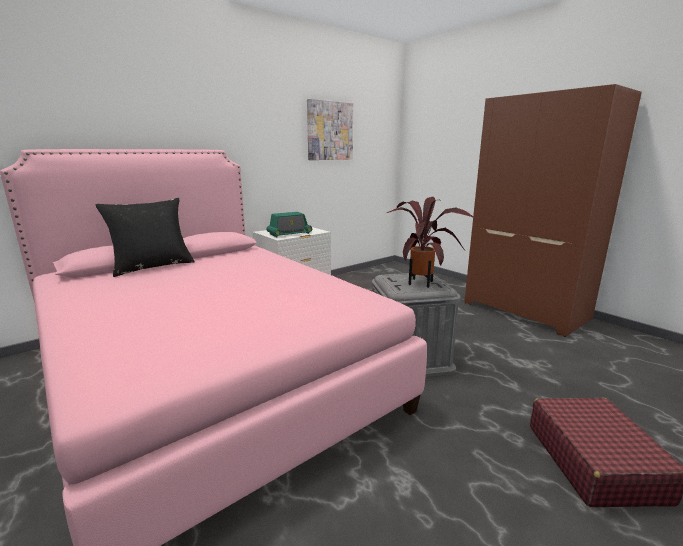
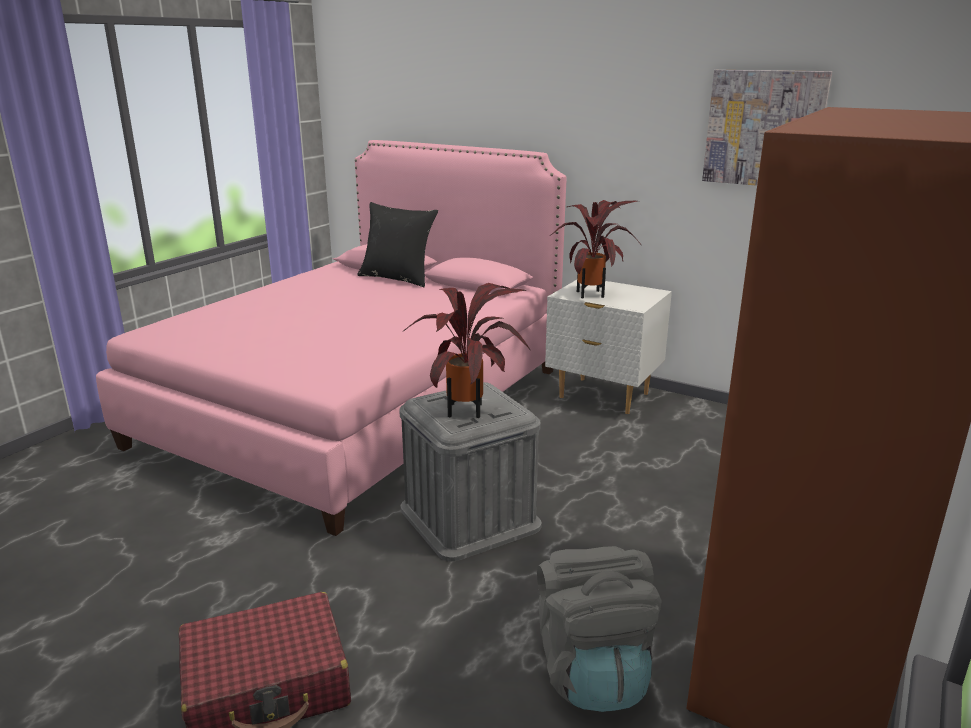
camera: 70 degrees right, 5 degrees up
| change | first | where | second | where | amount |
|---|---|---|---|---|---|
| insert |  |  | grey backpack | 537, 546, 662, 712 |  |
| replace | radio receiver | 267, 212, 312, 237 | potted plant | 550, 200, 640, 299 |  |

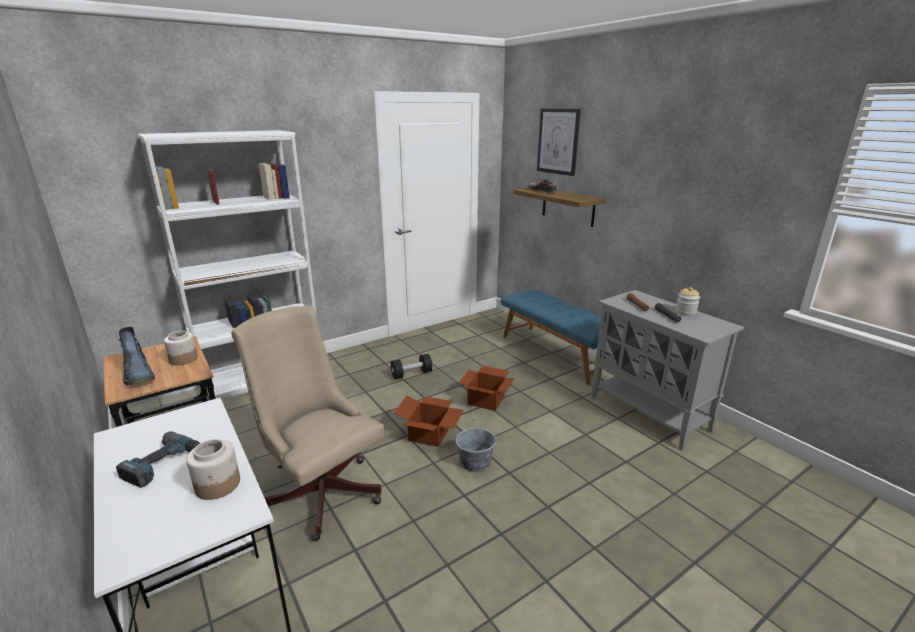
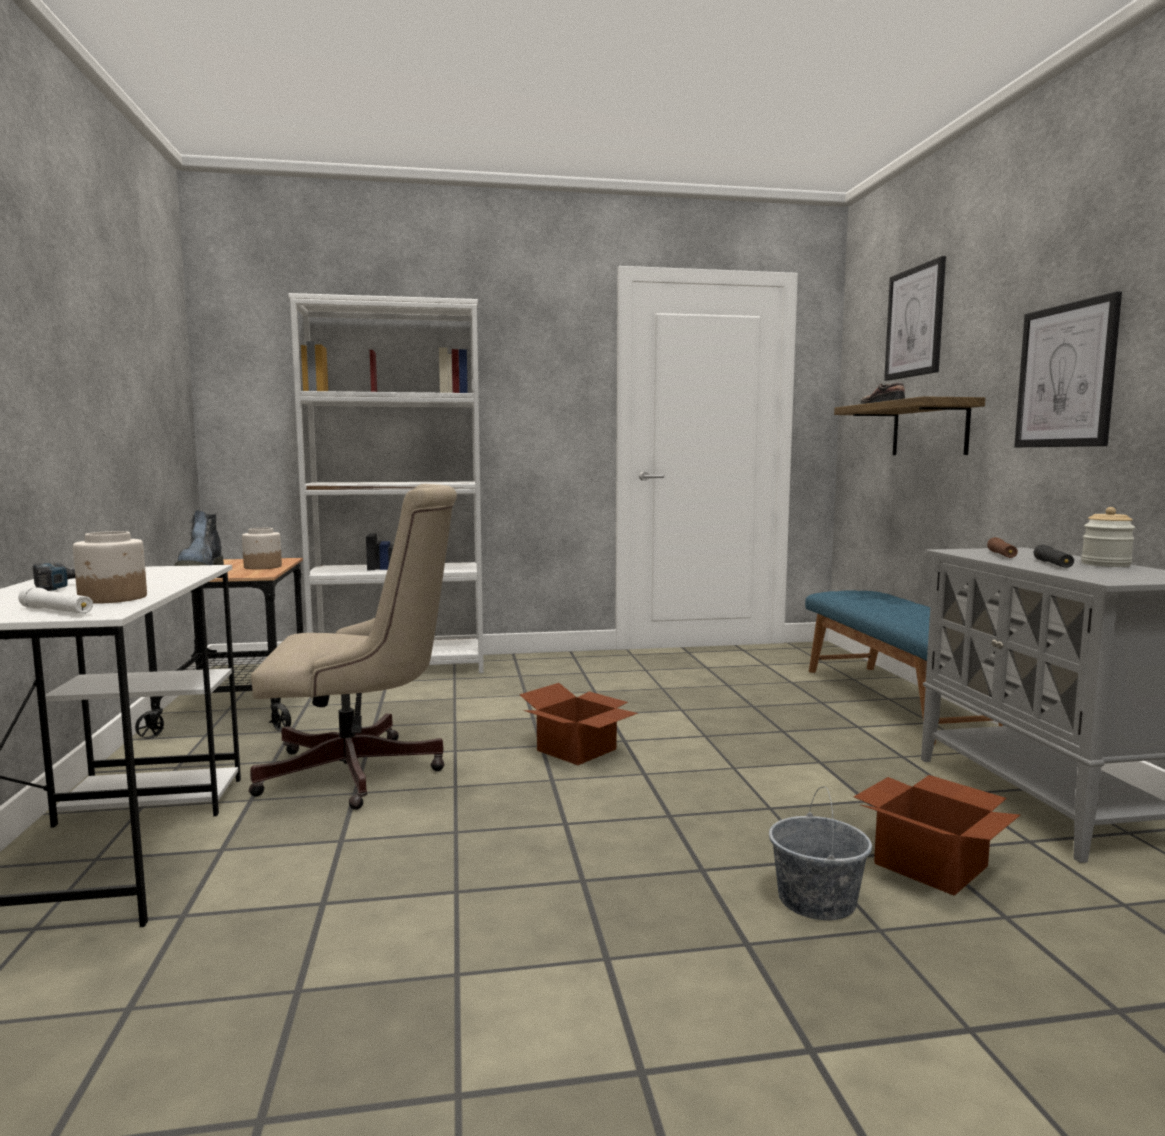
camera: 25 degrees right, 15 degrees down
| change | first | where | second | where | amount |
|---|---|---|---|---|---|
| delete | black-coloured free weight | 391, 354, 433, 379 |  |  |  |
| insert |  |  | white-coloured hand torch | 18, 587, 93, 614 |  |
| insert |  |  | picture | 1014, 291, 1122, 447 |  |
| move | grey water bucket | 456, 420, 496, 472 |  | 769, 786, 872, 920 |  |
| move | carton | 459, 366, 514, 411 |  | 854, 775, 1020, 896 |  |
| rotate | beige-coloured desk chair | 231, 305, 384, 541 |  | 249, 484, 457, 810 | 105 degrees clockwise |

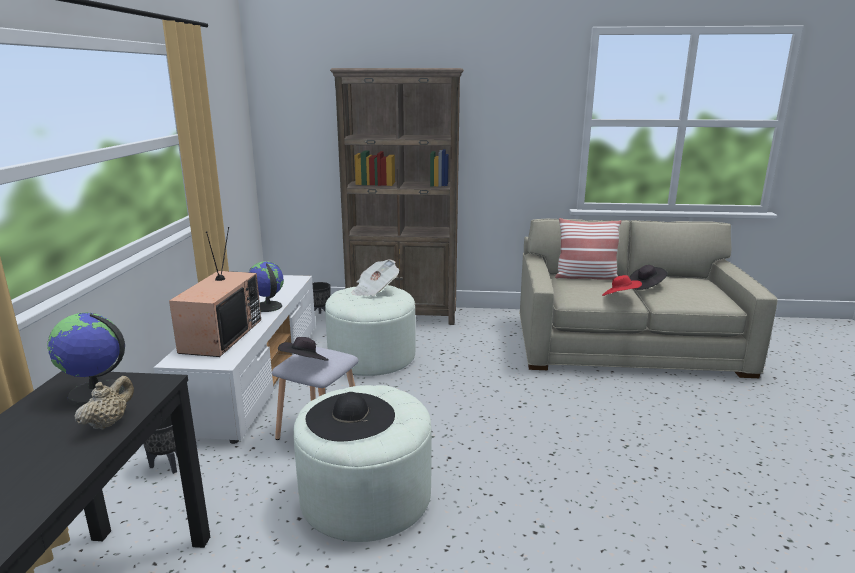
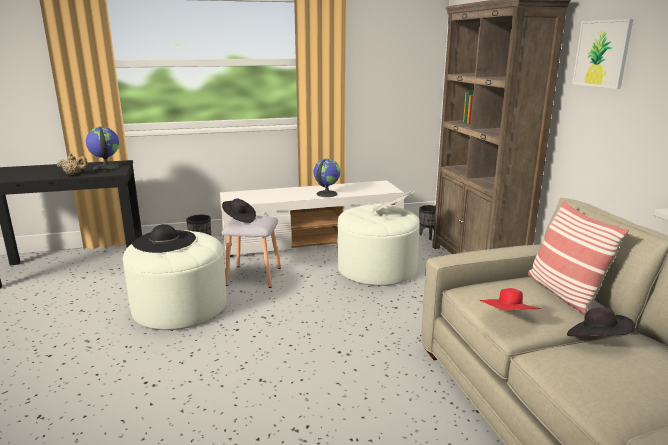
camera: 70 degrees right, 0 degrees up
| change | first | where | second | where | amount |
|---|---|---|---|---|---|
| delete | television | 169, 227, 261, 357 |  |  |  |
| insert |  |  | picture | 572, 19, 633, 89 |  |

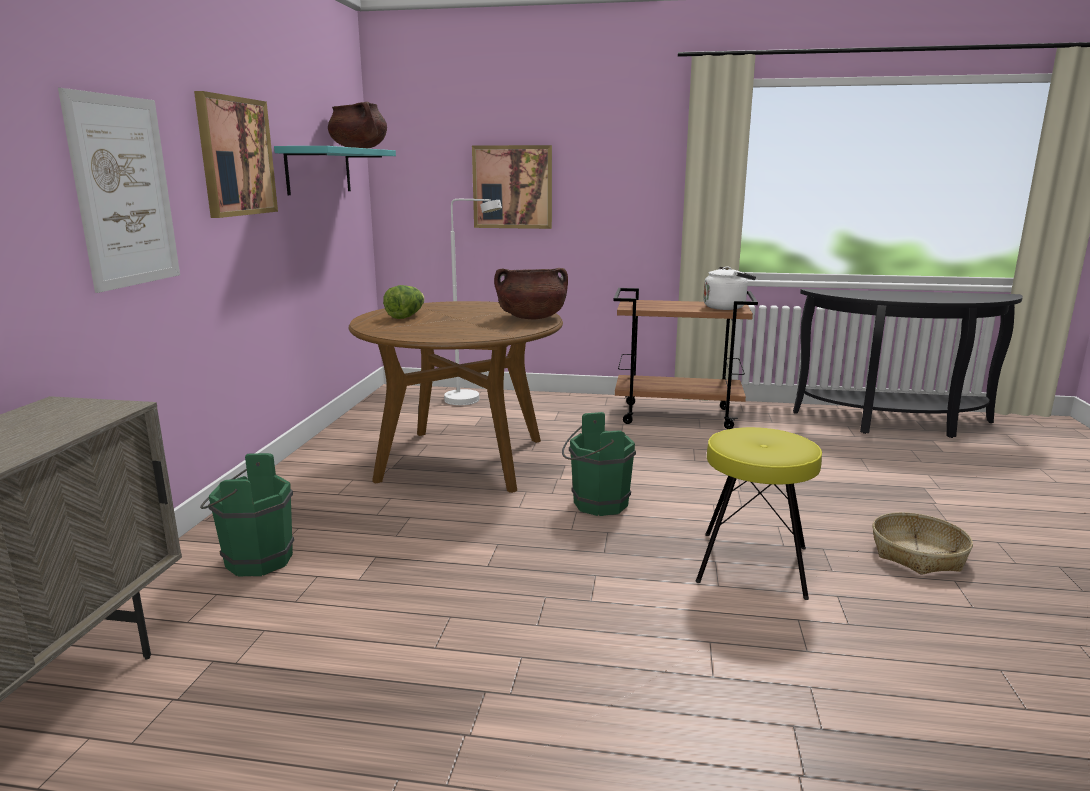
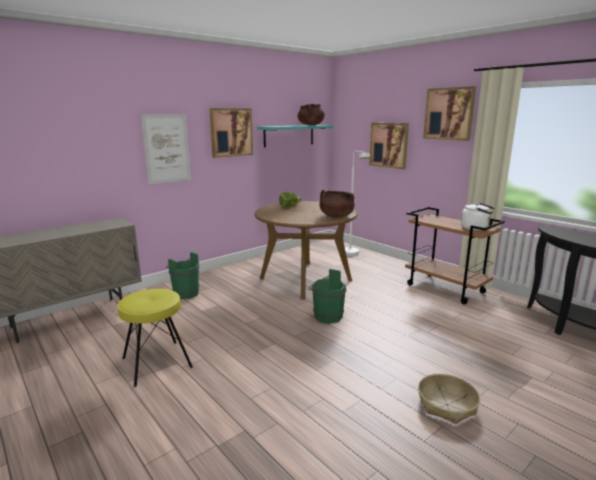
camera: 40 degrees right, 0 degrees up
| change | first | where | second | where | amount |
|---|---|---|---|---|---|
| insert |  |  | picture | 423, 86, 476, 141 |  |
| move | yellowish stool seat | 696, 427, 822, 600 |  | 117, 289, 193, 387 |  |

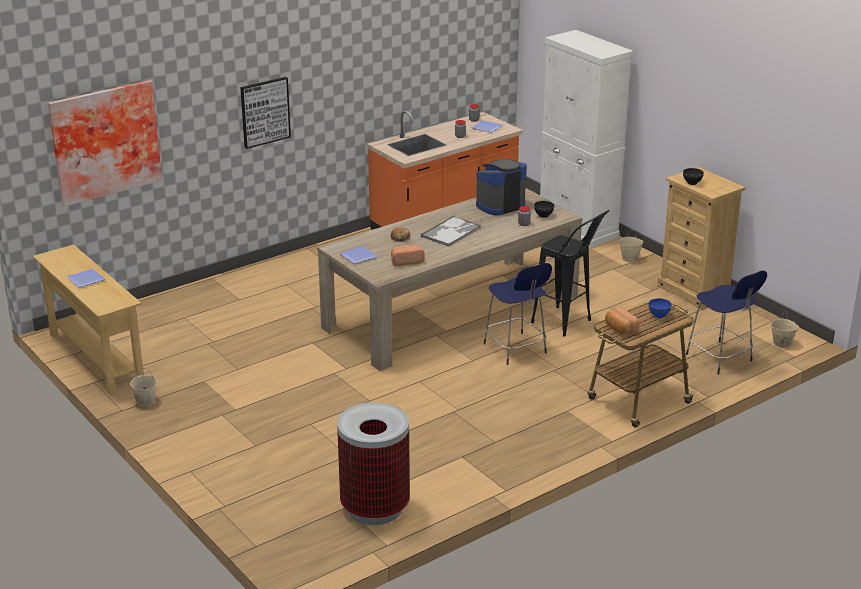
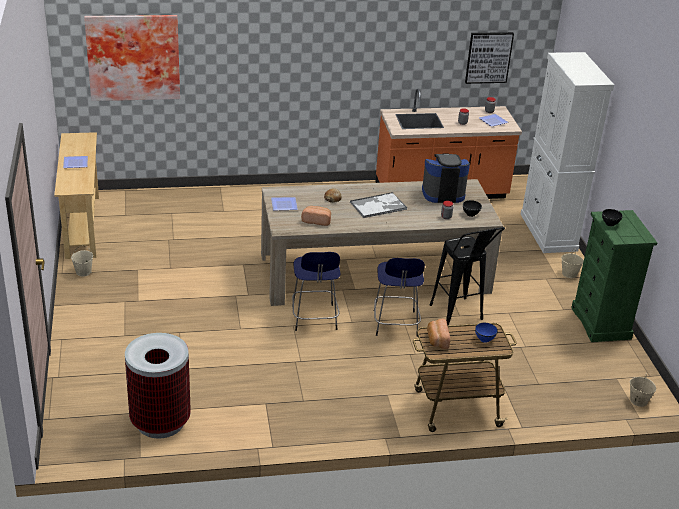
camera: 25 degrees right, 5 degrees up
| change | first | where | second | where | amount |
|---|---|---|---|---|---|
| move | picture | 240, 77, 291, 149 |  | 465, 32, 514, 84 |  |
| move | blue stool seat | 686, 270, 767, 375 |  | 292, 252, 340, 331 |  |
| recolor | beige-coloured dresser | 658, 167, 745, 309 | greenish dresser | 571, 210, 657, 342 |  |

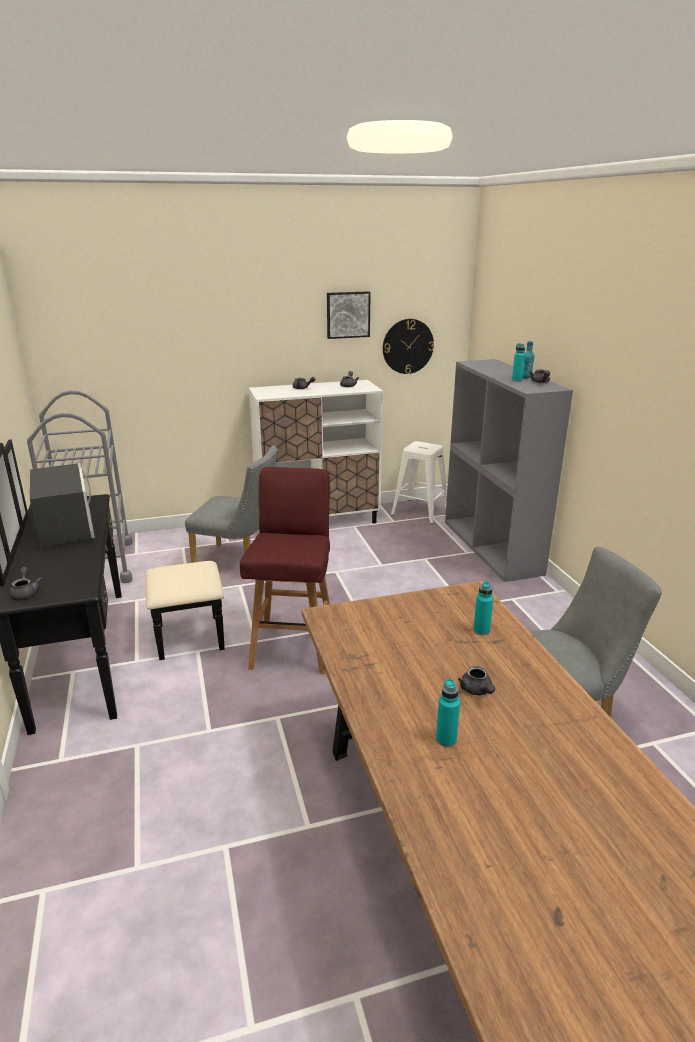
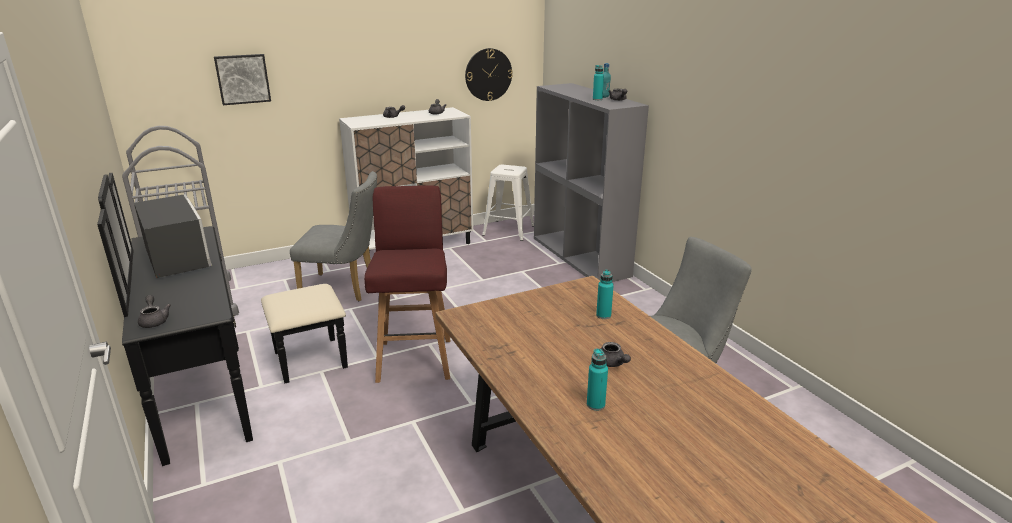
camera: 10 degrees left, 0 degrees up
| change | first | where | second | where | amount |
|---|---|---|---|---|---|
| move | picture | 327, 291, 371, 339 |  | 214, 54, 271, 105 |  |

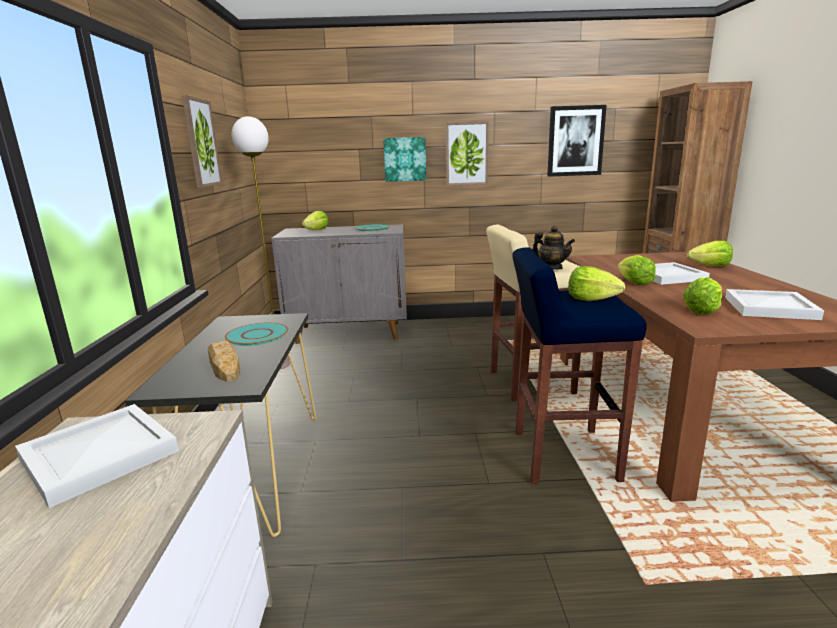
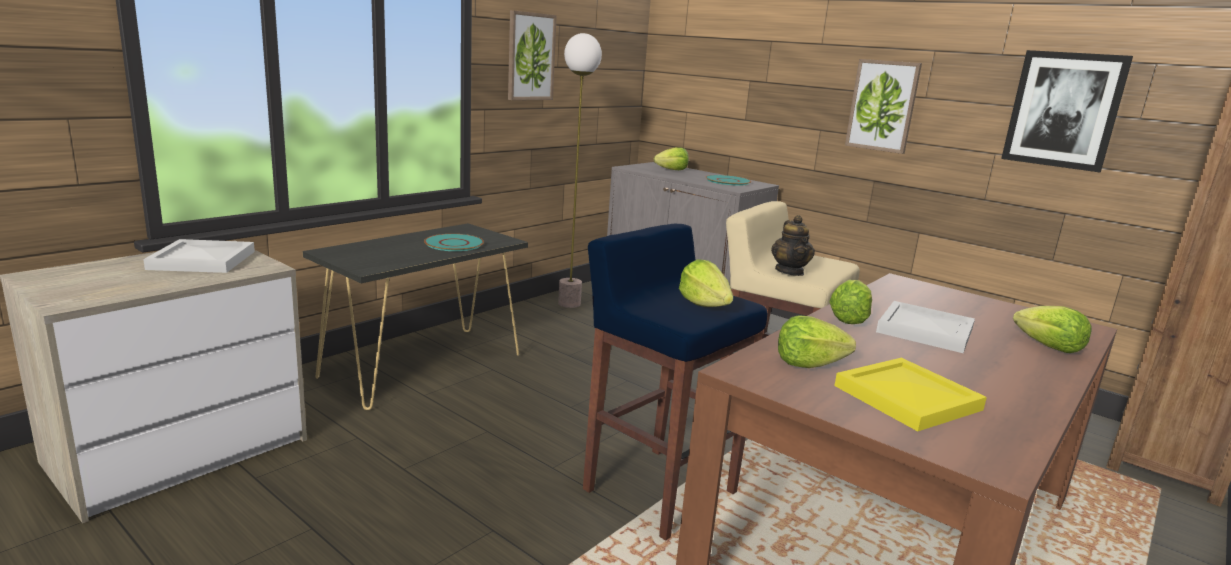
camera: 40 degrees right, 0 degrees up
| change | first | where | second | where | amount |
|---|---|---|---|---|---|
| delete | baked bread | 207, 341, 240, 382 |  |  |  |
| delete | picture | 383, 137, 426, 182 |  |  |  |
| recolor | white-coloured serving tray | 725, 289, 824, 320 | yellowish serving tray | 834, 358, 987, 431 |  |

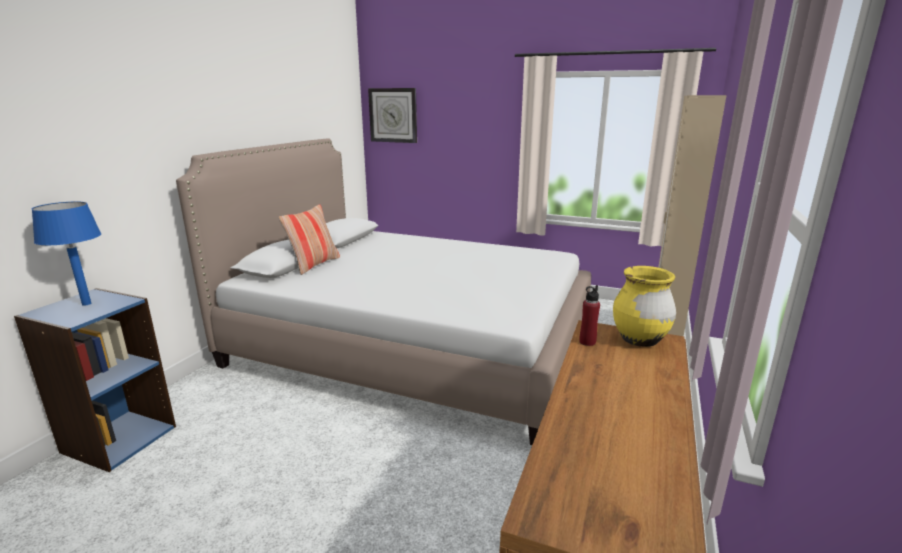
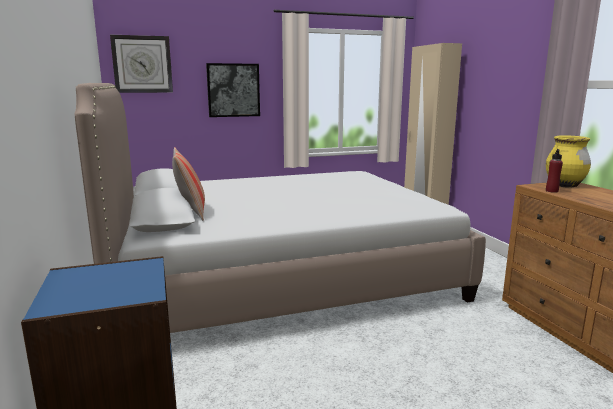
camera: 40 degrees left, 5 degrees down
| change | first | where | second | where | amount |
|---|---|---|---|---|---|
| delete | blue table lamp | 31, 202, 101, 306 |  |  |  |
| insert |  |  | picture | 206, 63, 260, 117 |  |

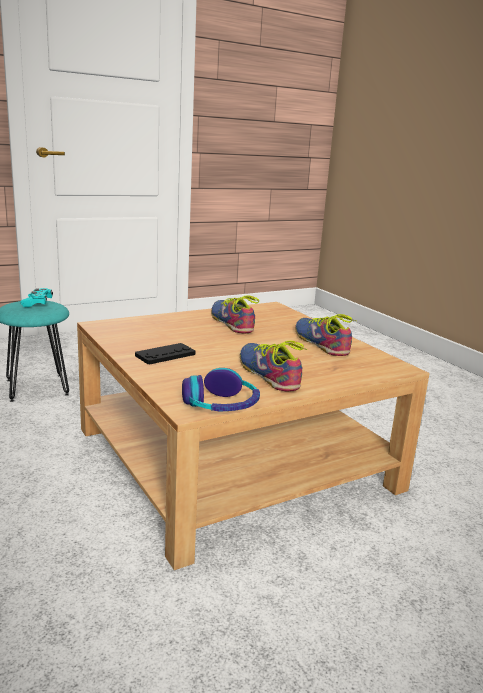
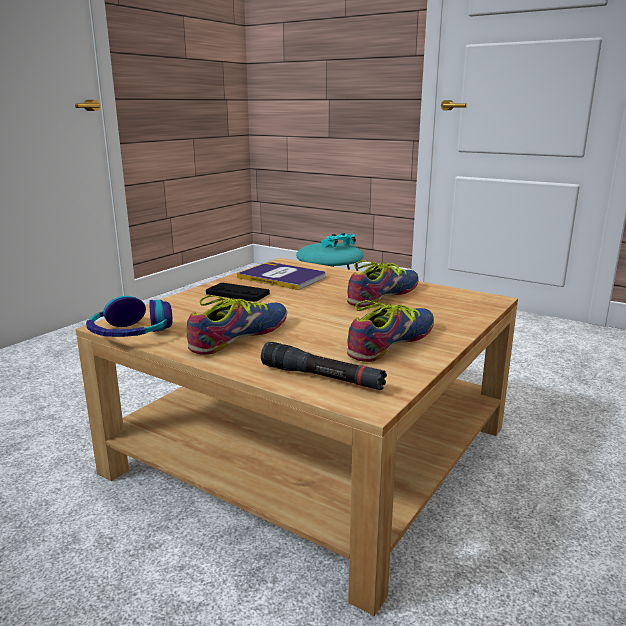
camera: 65 degrees right, 0 degrees up
| change | first | where | second | where | amount |
|---|---|---|---|---|---|
| insert |  |  | volume | 237, 262, 325, 290 |  |
| insert |  |  | black-coloured hand torch | 261, 342, 387, 390 |  |

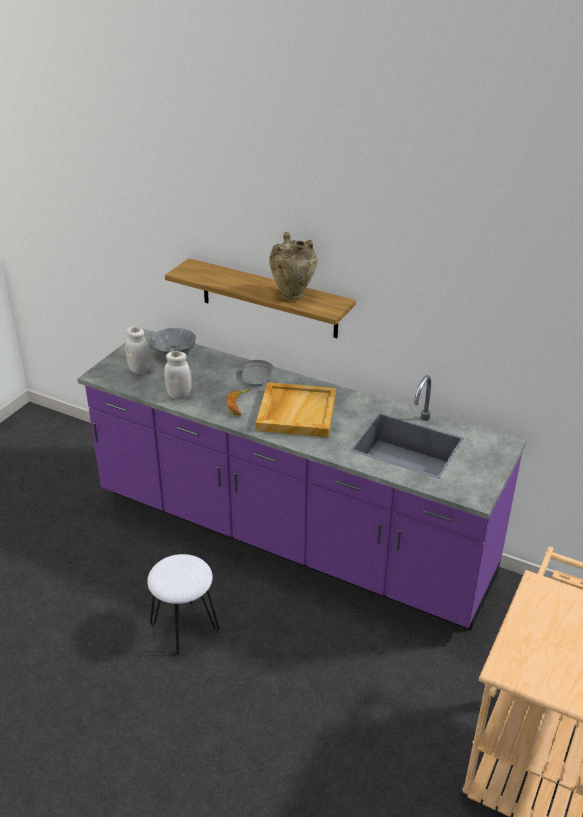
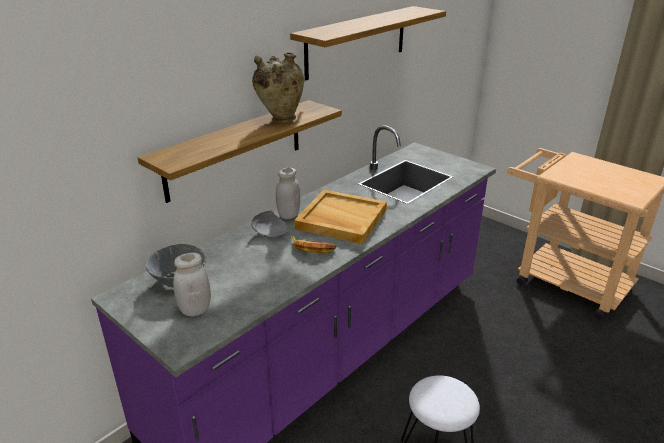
camera: 75 degrees left, 5 degrees down
| change | first | where | second | where | amount |
|---|---|---|---|---|---|
| insert |  |  | wall shelf | 290, 6, 446, 81 |  |
| move | white-coloured preserve jar | 164, 351, 192, 399 |  | 276, 168, 300, 219 |  |

